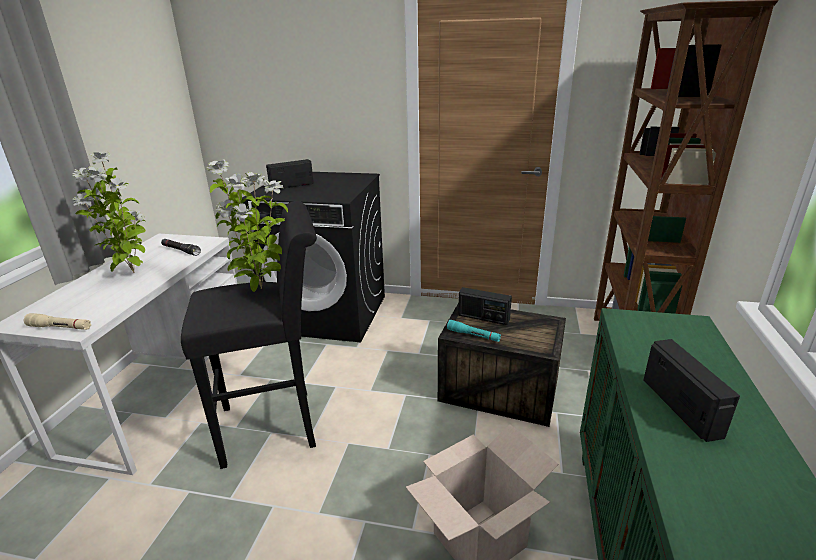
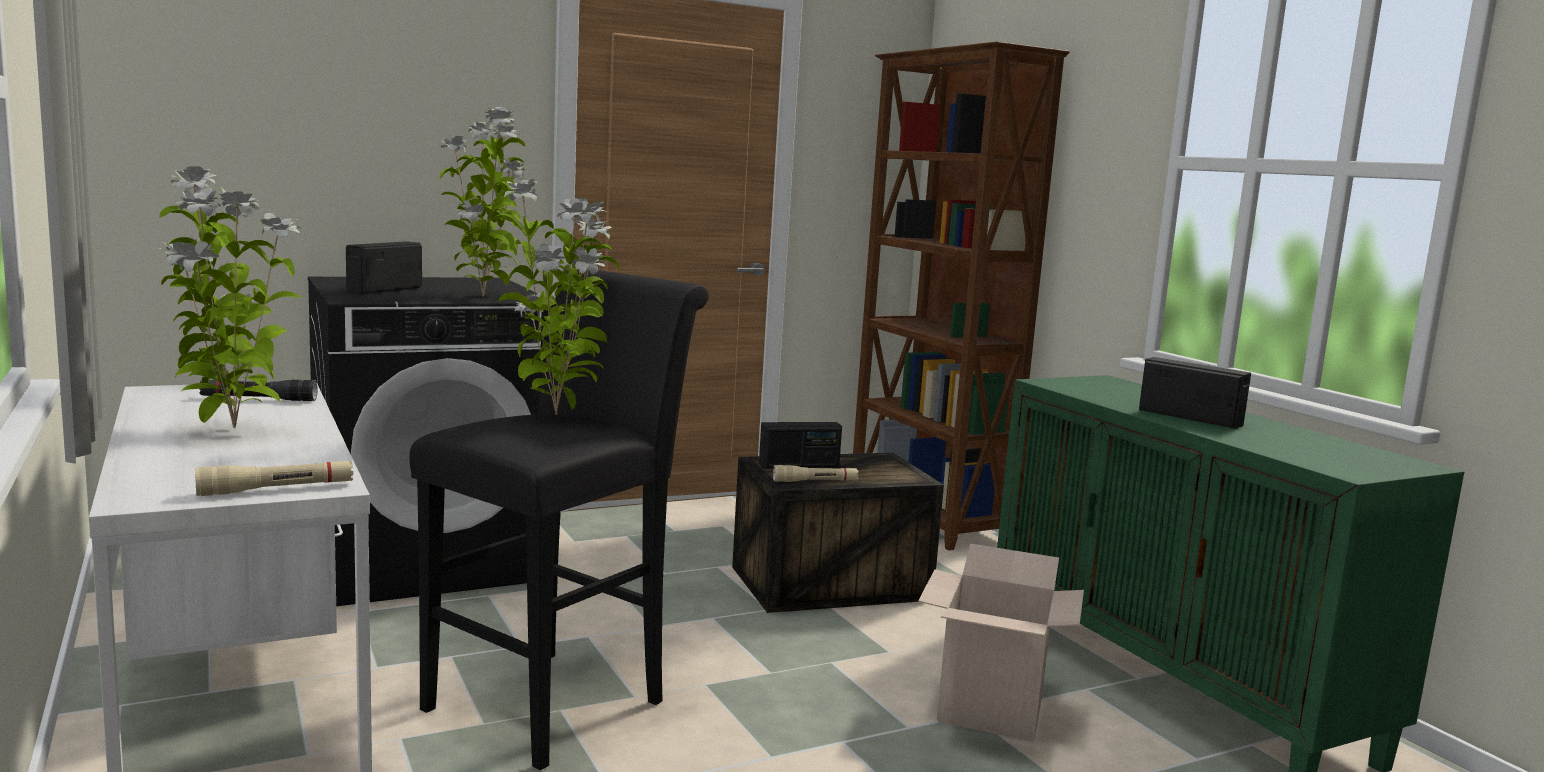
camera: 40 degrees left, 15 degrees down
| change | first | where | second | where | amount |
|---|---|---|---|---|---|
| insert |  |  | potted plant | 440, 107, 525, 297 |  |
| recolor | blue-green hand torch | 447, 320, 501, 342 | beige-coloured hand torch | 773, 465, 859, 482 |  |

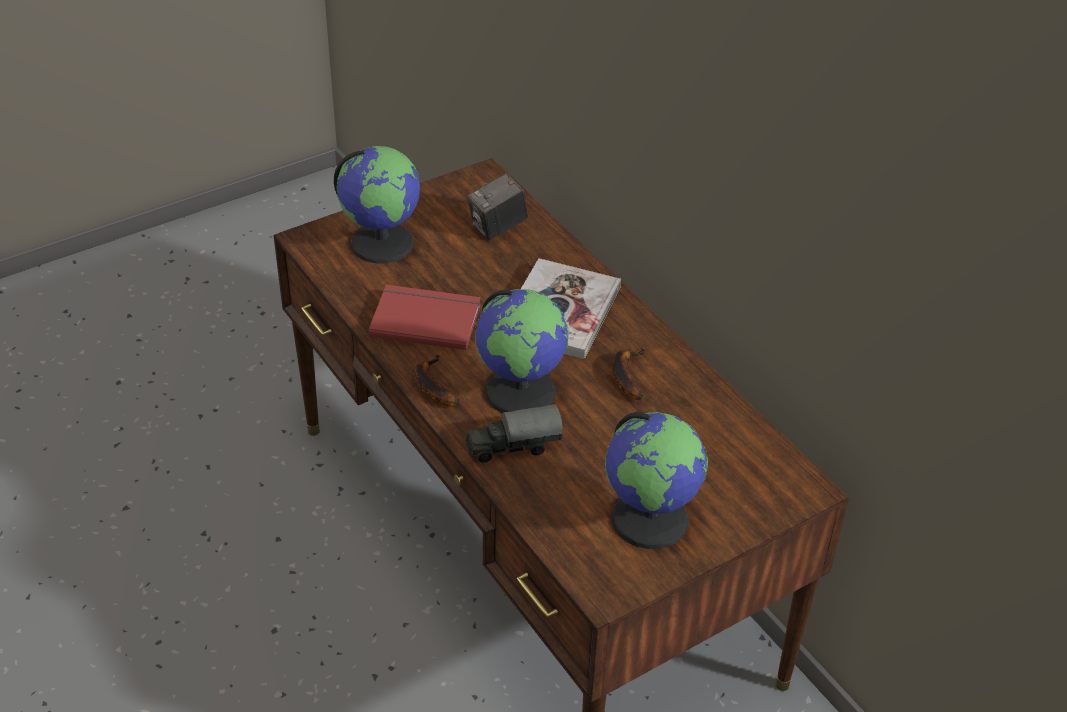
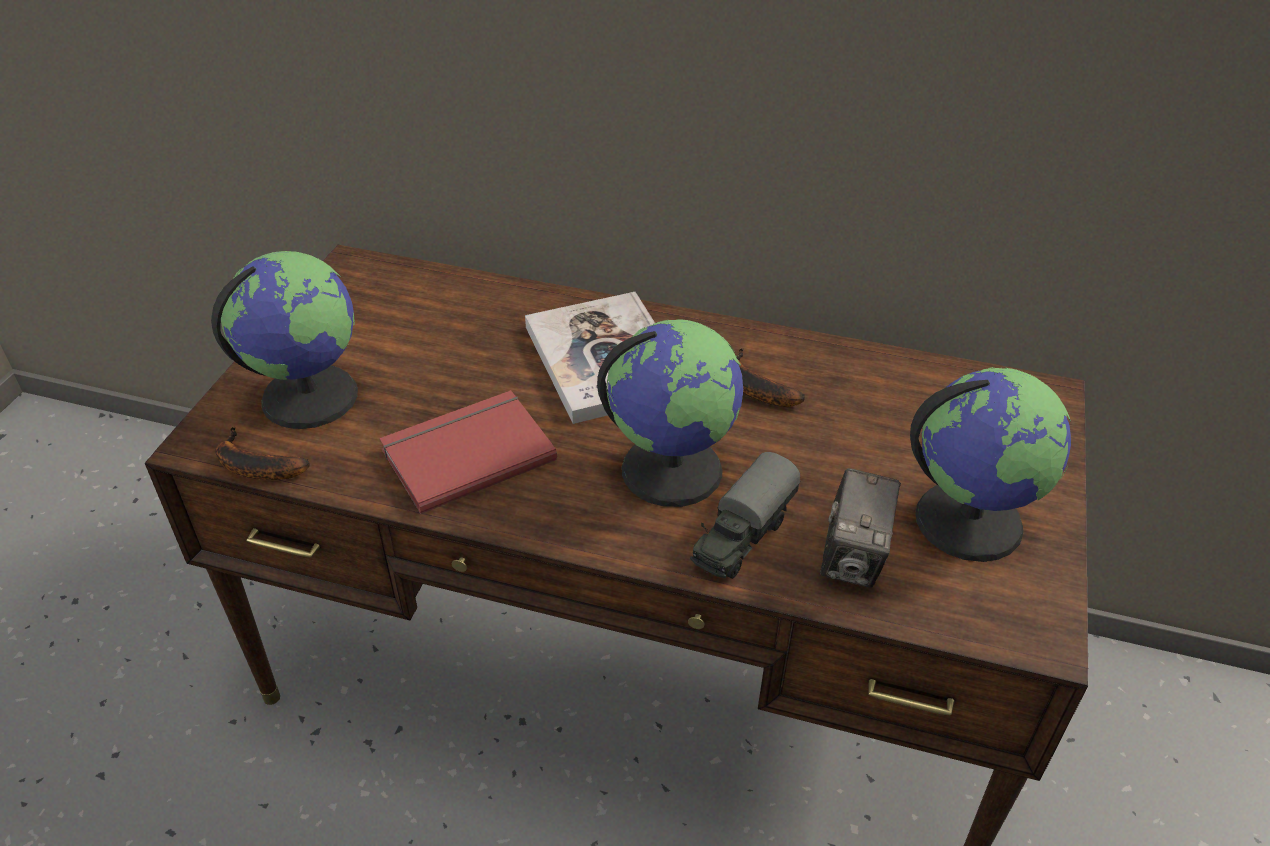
camera: 40 degrees left, 0 degrees up
| change | first | where | second | where | amount |
|---|---|---|---|---|---|
| move | banana fruit | 414, 354, 460, 406 |  | 215, 427, 310, 480 |  |
| move | still camera | 467, 173, 528, 240 |  | 820, 468, 901, 588 |  |

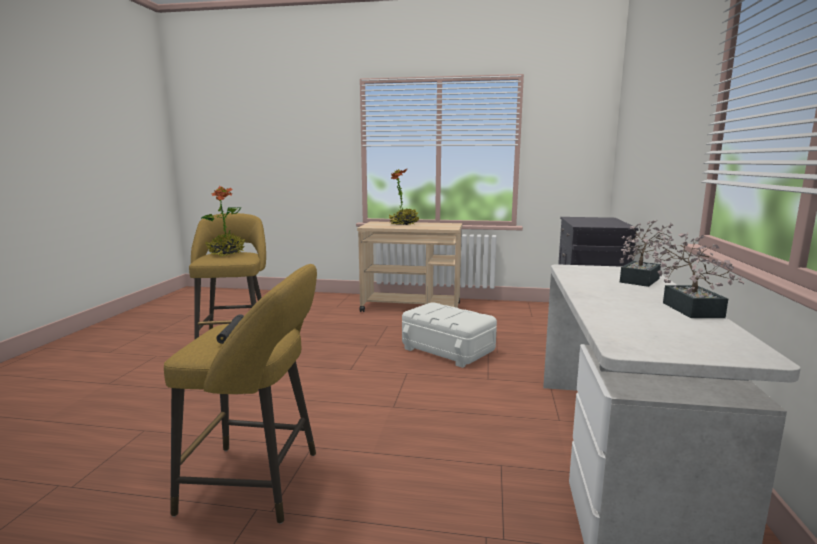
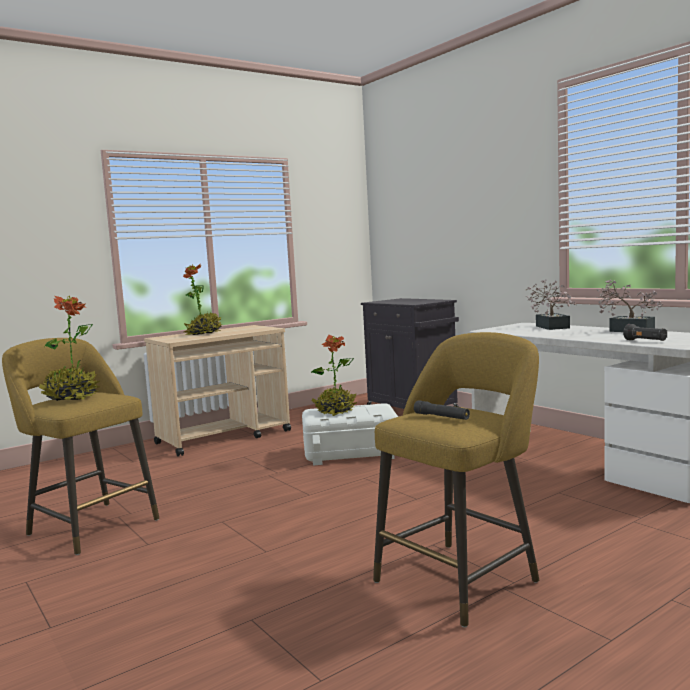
camera: 45 degrees left, 5 degrees down
| change | first | where | second | where | amount |
|---|---|---|---|---|---|
| insert |  |  | potted plant | 311, 334, 357, 416 |  |
| insert |  |  | black-coloured hand torch | 623, 324, 667, 341 |  |

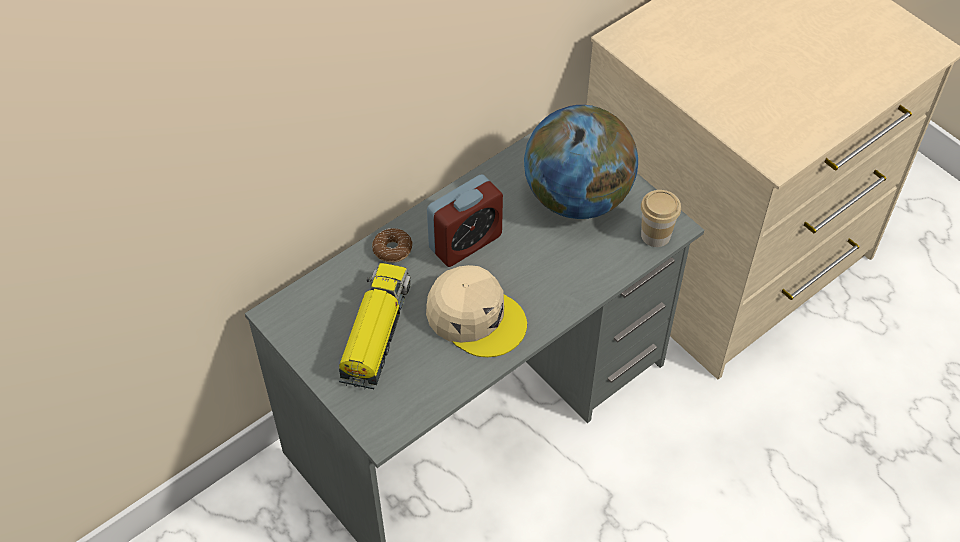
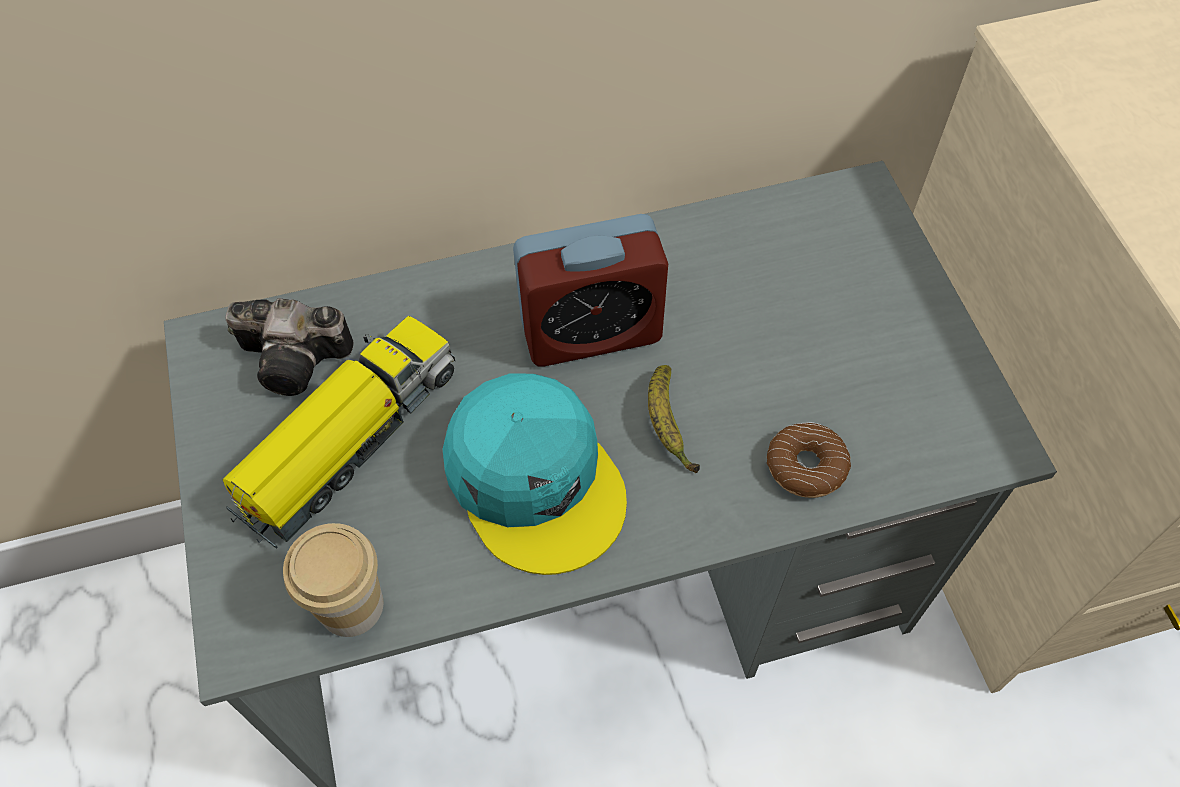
camera: 25 degrees right, 5 degrees up
| change | first | where | second | where | amount |
|---|---|---|---|---|---|
| delete | desk globe | 524, 105, 638, 219 |  |  |  |
| insert |  |  | still camera | 225, 298, 354, 396 |  |
| insert |  |  | banana fruit | 648, 365, 700, 473 |  |
| move | ring doughnut | 372, 228, 412, 263 |  | 767, 422, 851, 498 |  |
| move | cup | 641, 190, 681, 247 |  | 283, 523, 383, 637 |  |
| recolor | beige-coloured peaked cap | 426, 265, 527, 357 | blue-green peaked cap | 443, 373, 627, 575 |  |

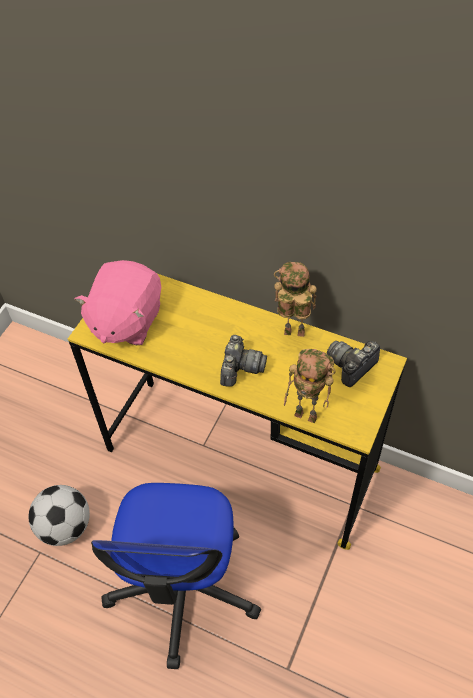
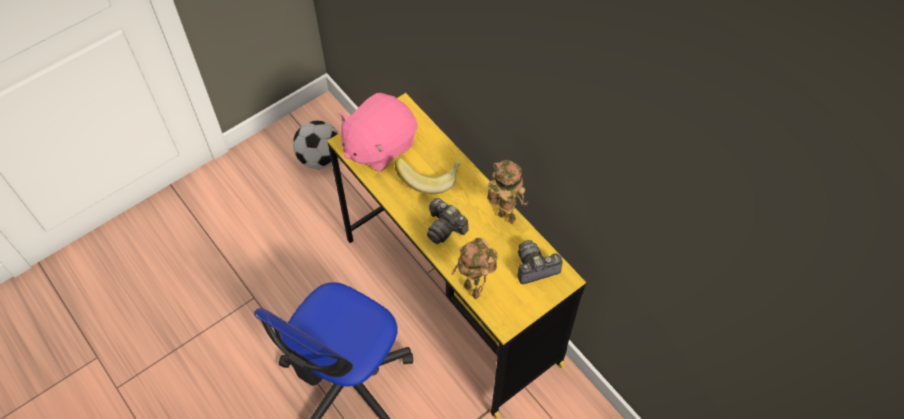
camera: 25 degrees right, 5 degrees up
| change | first | where | second | where | amount |
|---|---|---|---|---|---|
| insert |  |  | banana fruit | 395, 158, 461, 194 |  |
| move | football | 29, 485, 90, 546 |  | 293, 121, 339, 169 |  |
| rotate | still camera | 220, 335, 267, 387 |  | 427, 198, 469, 244 | 90 degrees clockwise |

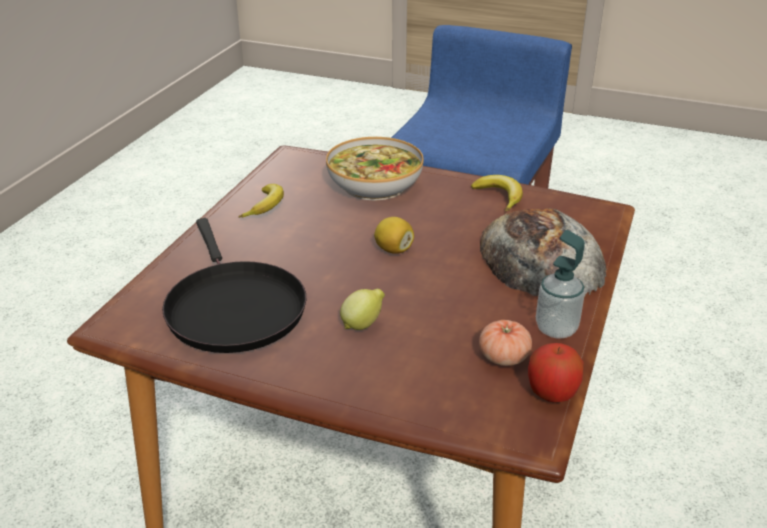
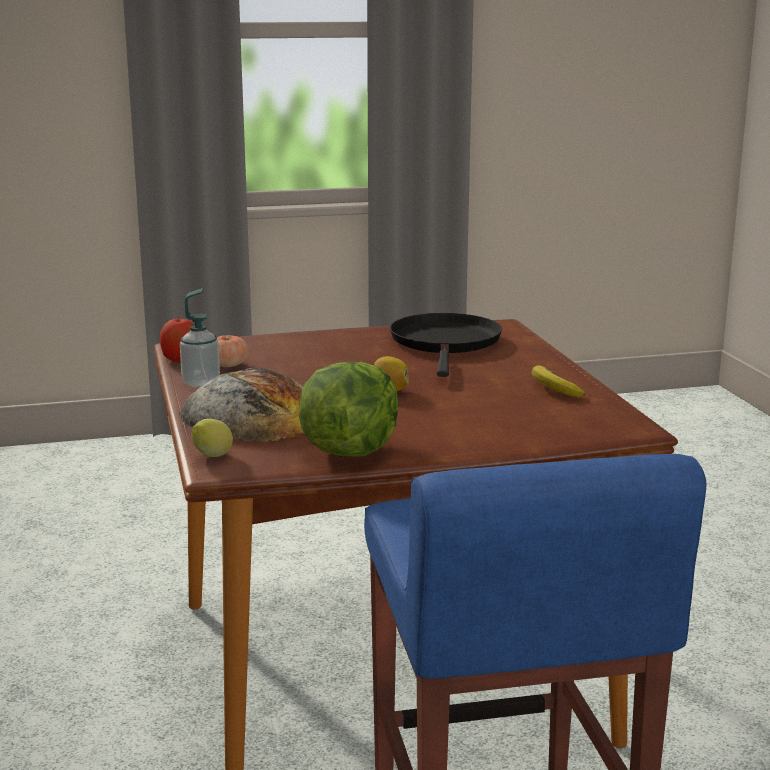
camera: 145 degrees right, 15 degrees down
| change | first | where | second | where | amount |
|---|---|---|---|---|---|
| delete | bowl | 326, 137, 424, 201 |  |  |  |
| move | citrus fruit | 340, 289, 385, 330 |  | 192, 419, 233, 457 |  |
| replace | banana fruit | 471, 175, 523, 212 | lettuce | 298, 362, 398, 456 |  |
| rotate | black-coloured skillet | 162, 218, 306, 353 |  | 390, 313, 502, 377 | 60 degrees clockwise |

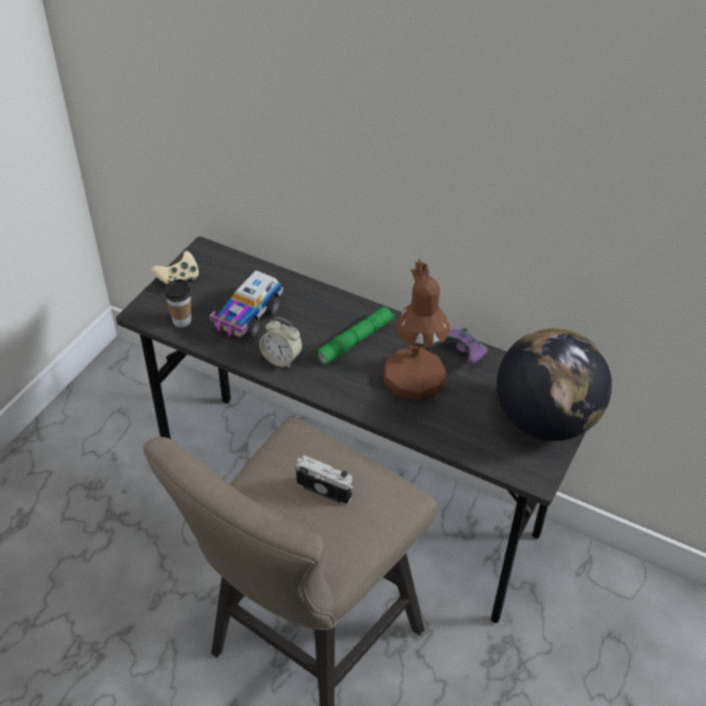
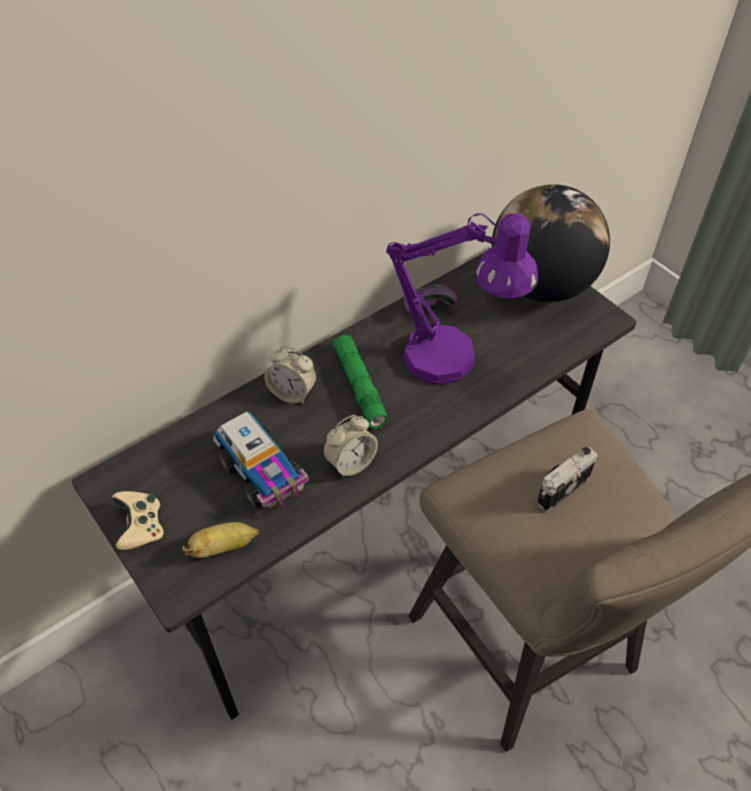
camera: 65 degrees left, 5 degrees up
| change | first | where | second | where | amount |
|---|---|---|---|---|---|
| insert |  |  | table clock | 264, 346, 317, 404 |  |
| replace | cup | 164, 279, 191, 327 | banana fruit | 182, 522, 259, 558 |  |
| recolor | brownish table lamp | 384, 259, 450, 401 | purple table lamp | 386, 213, 538, 385 |  |

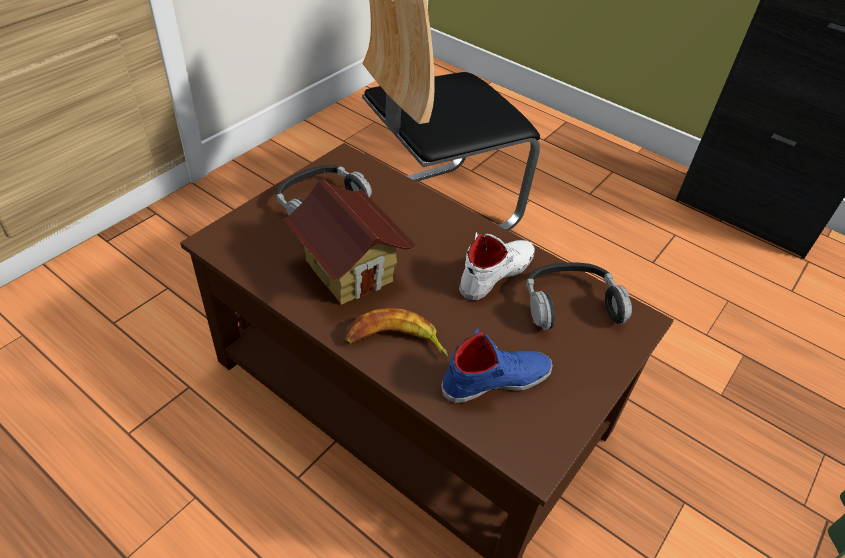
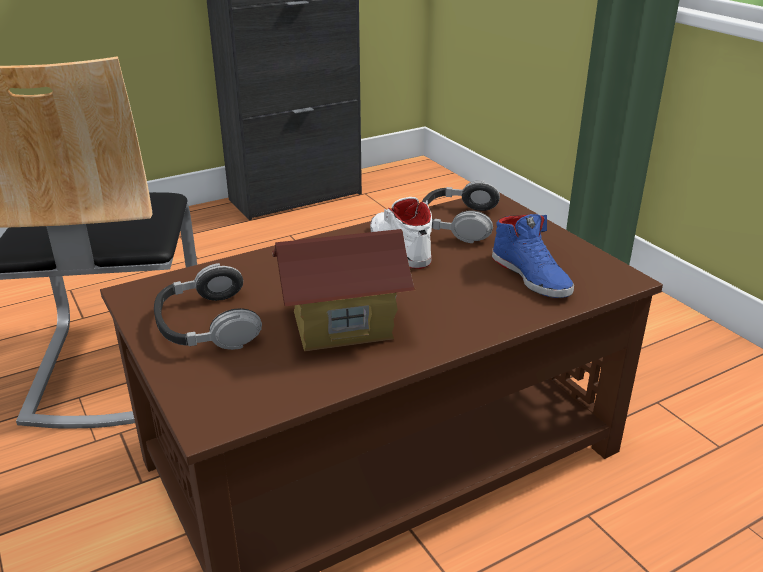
camera: 65 degrees left, 15 degrees down
| change | first | where | second | where | amount |
|---|---|---|---|---|---|
| delete | banana fruit | 345, 308, 448, 357 |  |  |  |
| rotate | blue item of footwear | 442, 329, 552, 403 |  | 492, 214, 574, 298 | 150 degrees clockwise |

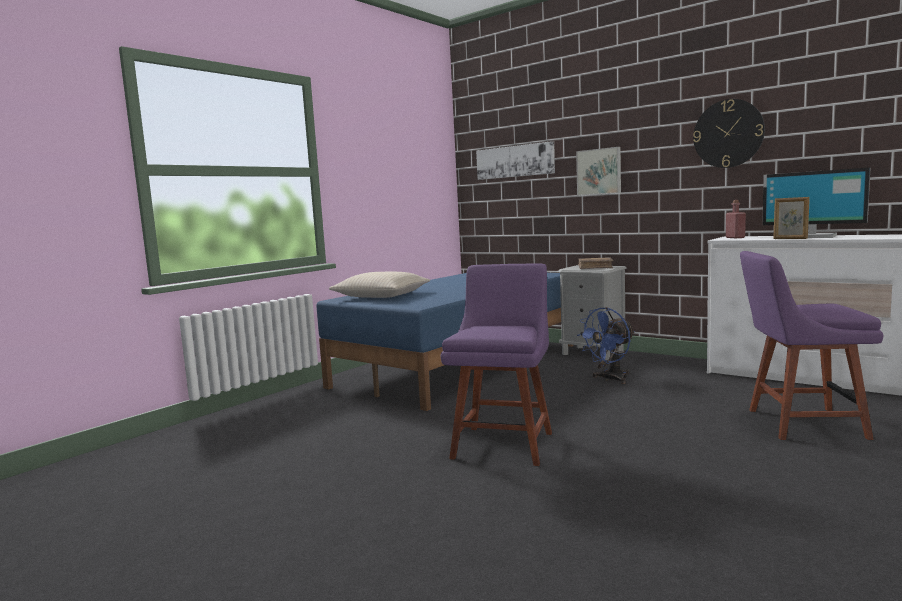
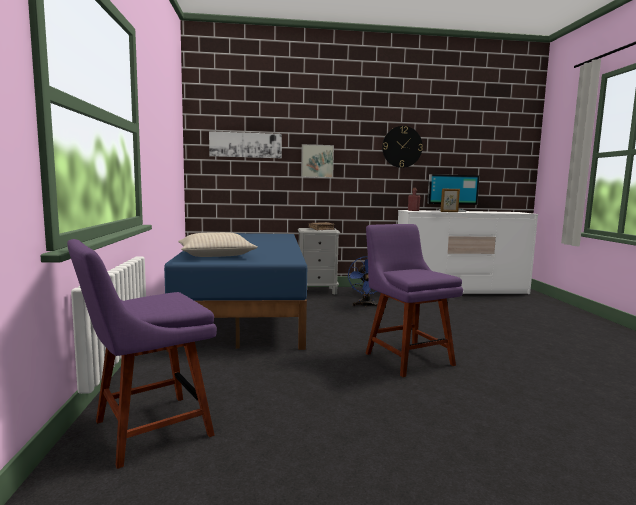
camera: 45 degrees left, 0 degrees up
| change | first | where | second | where | amount |
|---|---|---|---|---|---|
| move | purple upright chair | 740, 251, 883, 440 |  | 67, 239, 217, 469 |  |

